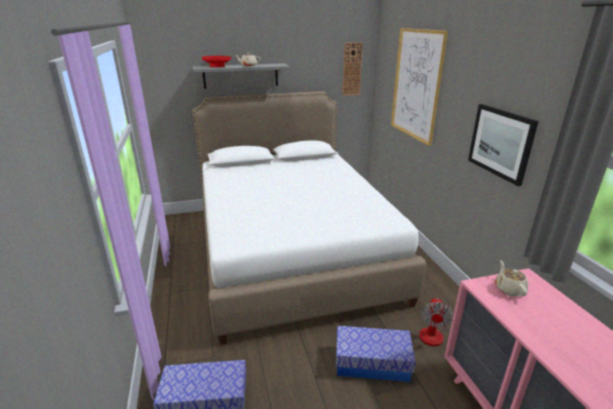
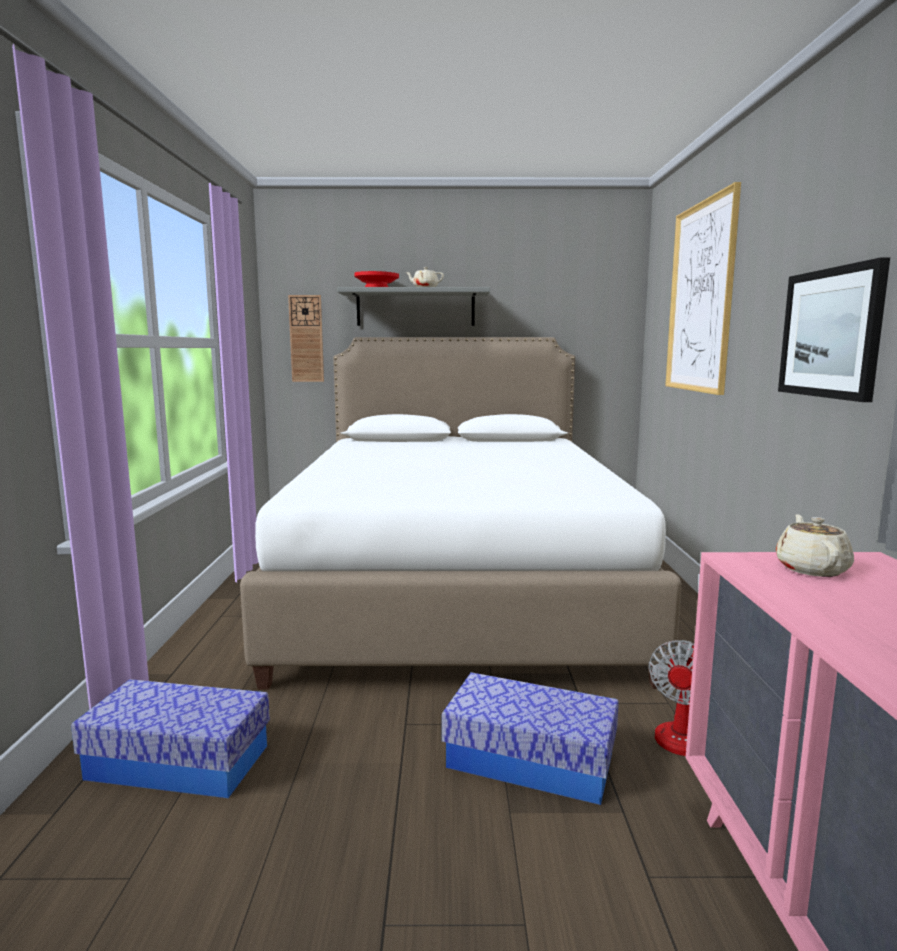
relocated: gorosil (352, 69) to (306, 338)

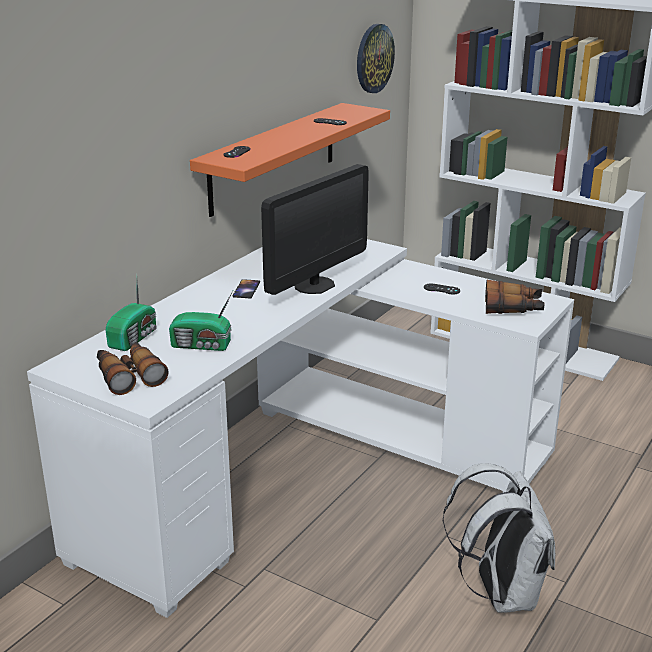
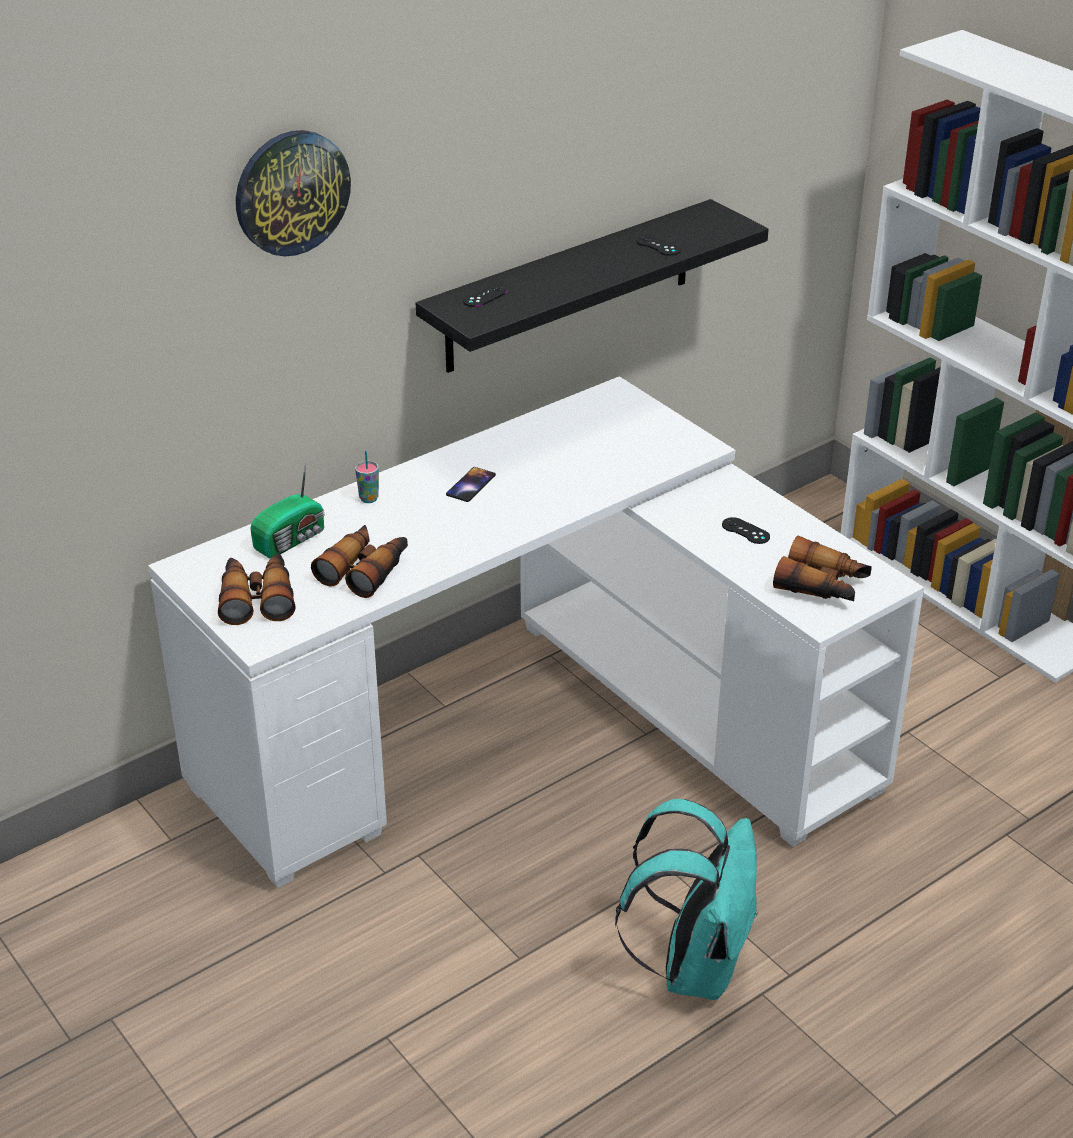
missing: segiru (314, 285)
appeared: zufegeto (369, 499)
relocated: gorosil (374, 58) to (291, 192)
exchanged: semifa (202, 346) to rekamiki (365, 569)
colour: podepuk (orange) (274, 157) to podepuk (black) (570, 287); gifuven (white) (500, 592) to gifuven (turquoise) (694, 965)

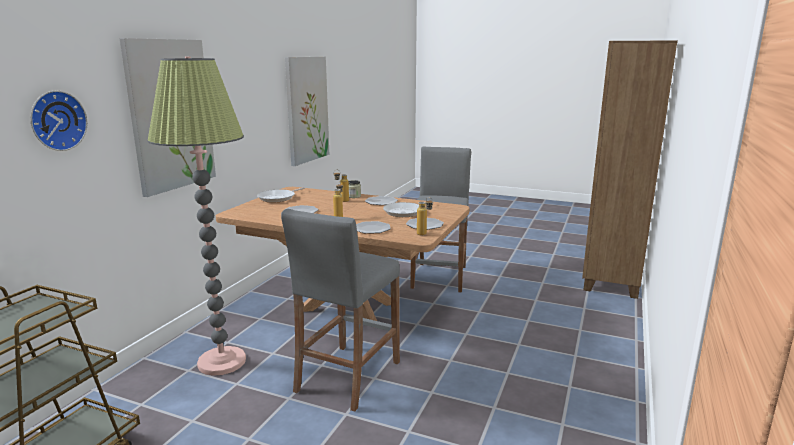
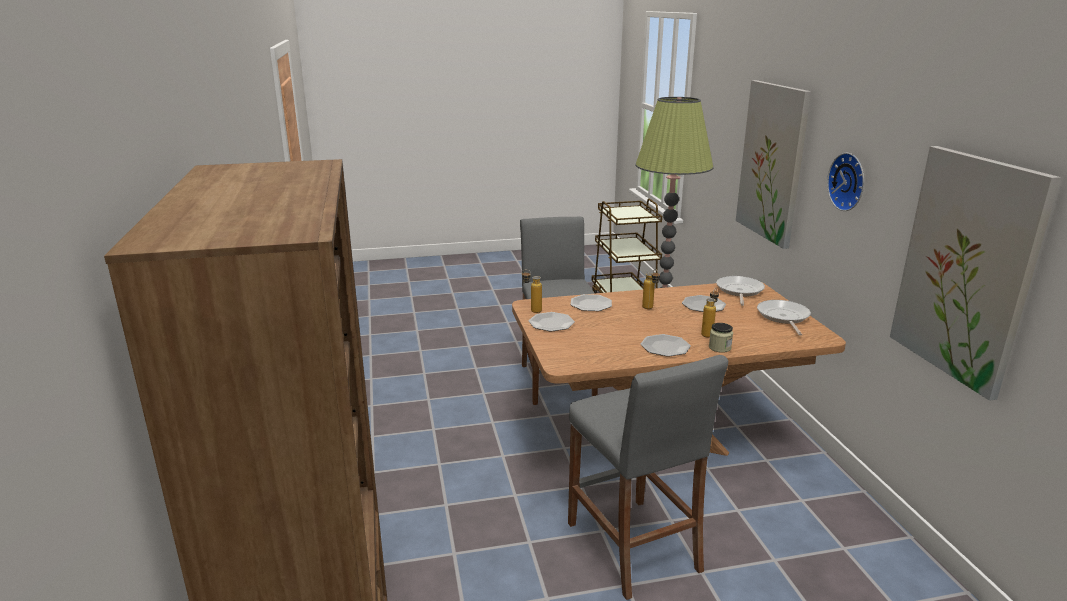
relocated: gorosil (56, 120) to (849, 181); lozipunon (405, 212) to (739, 291)

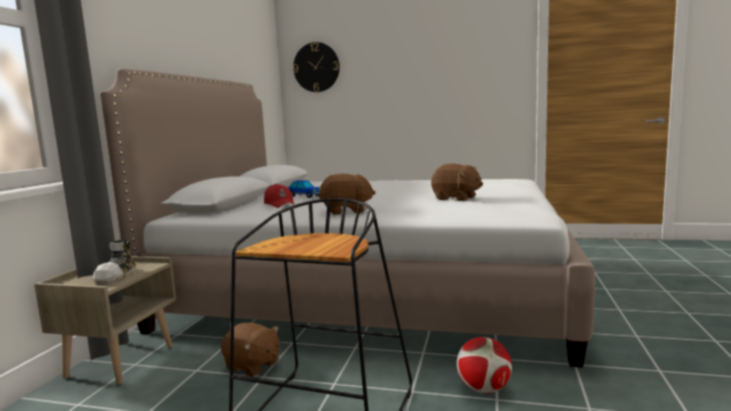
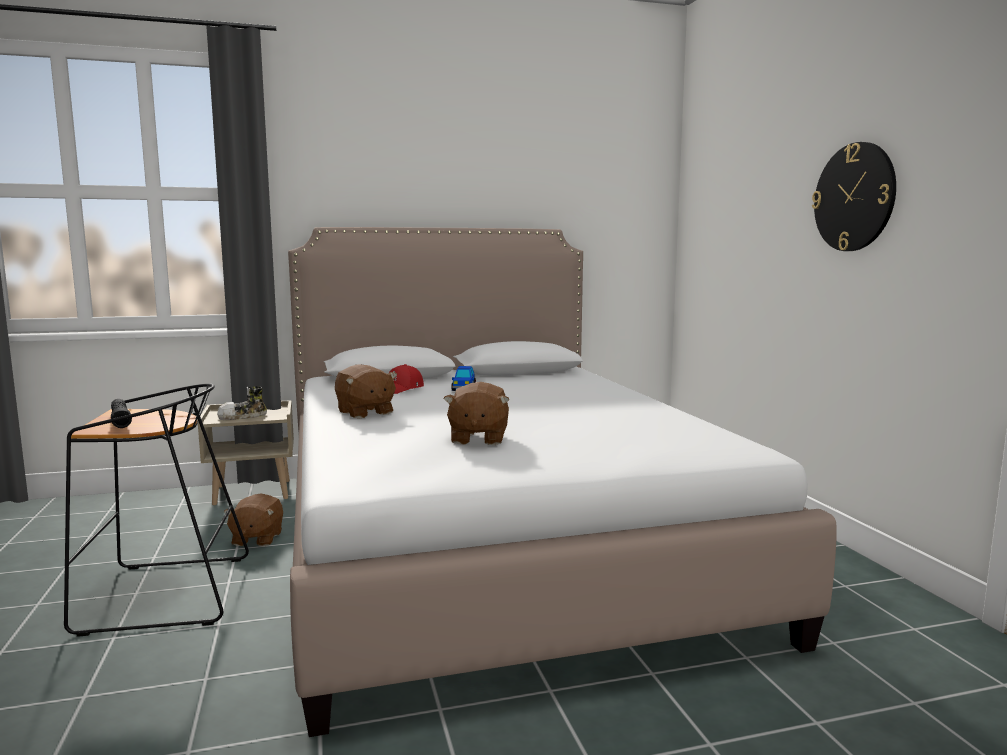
missing: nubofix (484, 389)
appeared: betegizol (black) (120, 420)
relocated: gorosil (316, 67) to (854, 197)

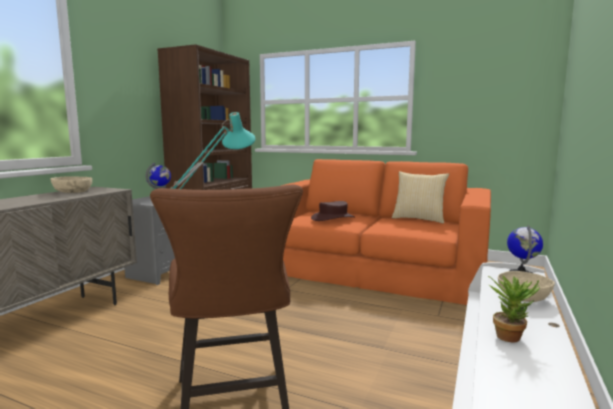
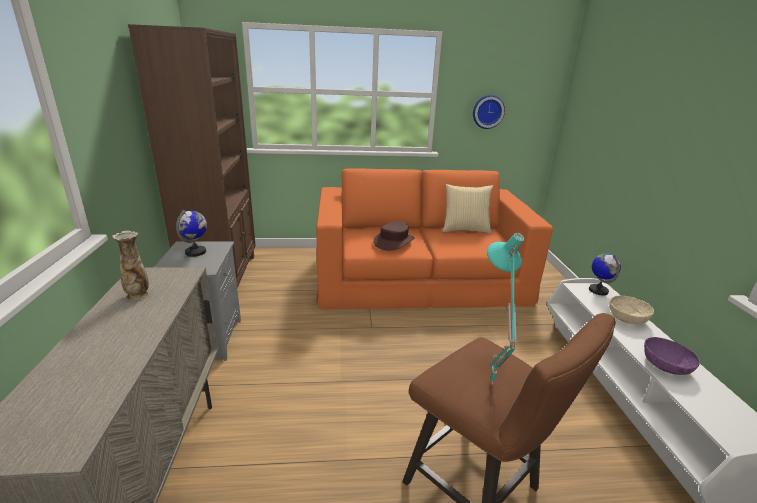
appeared: gorosil (487, 111)
exchanged: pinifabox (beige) (73, 192) to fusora (138, 295); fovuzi (510, 335) to pinifabox (purple) (666, 366)

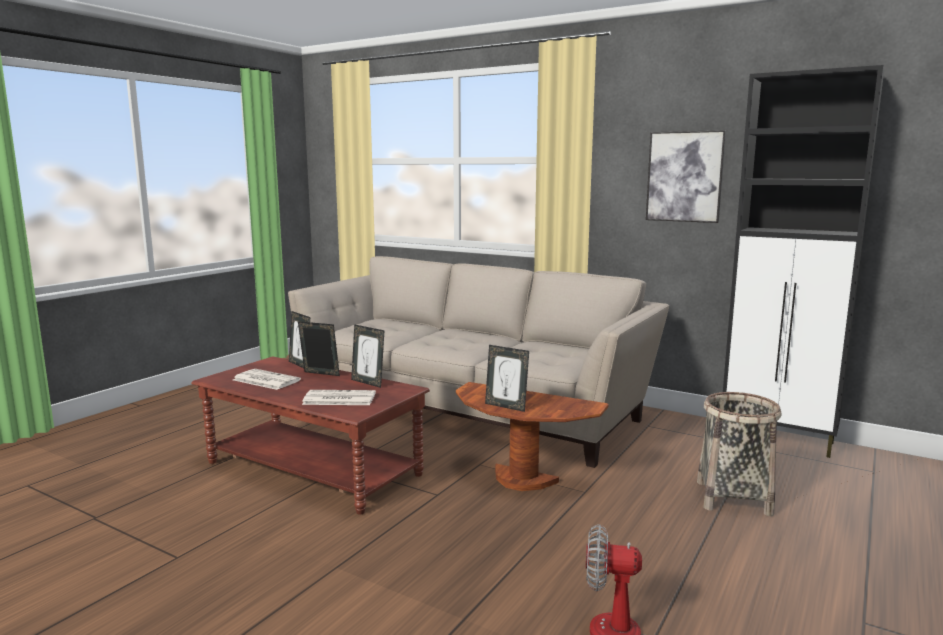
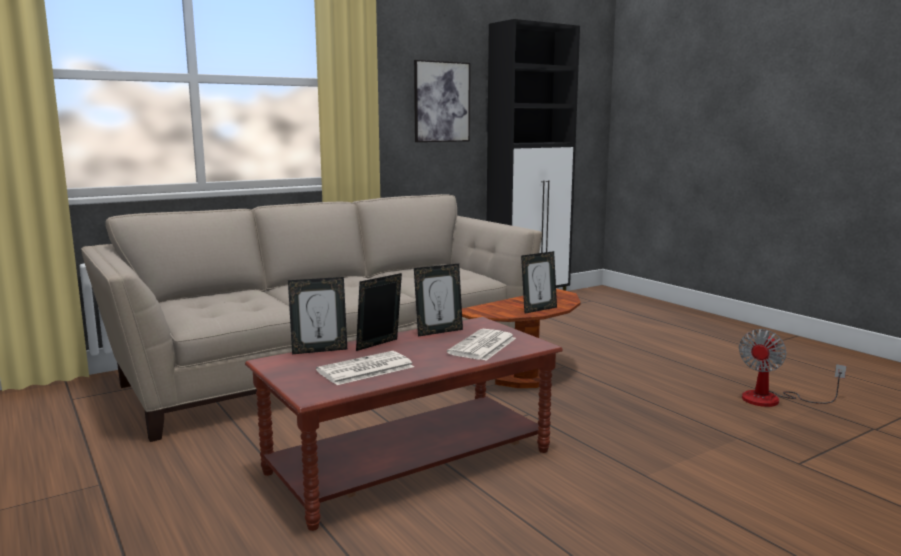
missing: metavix (733, 498)

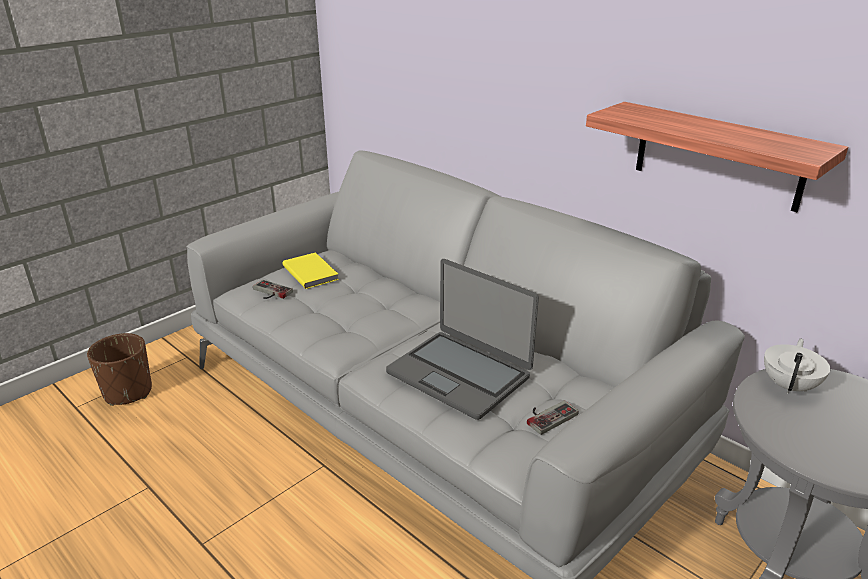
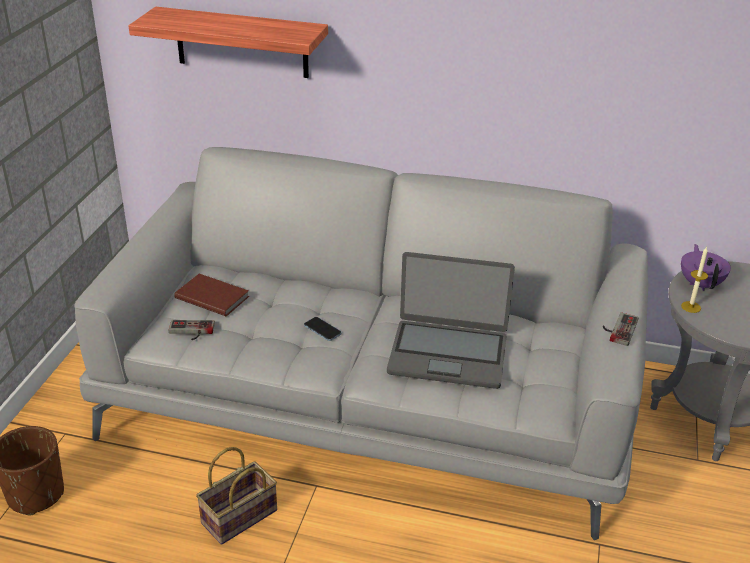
appeared: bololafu (691, 307); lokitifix (322, 330); metavix (238, 518)
relocated: podepuk (718, 156) to (241, 42); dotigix (548, 415) to (618, 329)
colour: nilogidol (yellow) (311, 272) to nilogidol (brown) (212, 296); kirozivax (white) (789, 386) to kirozivax (purple) (700, 284)

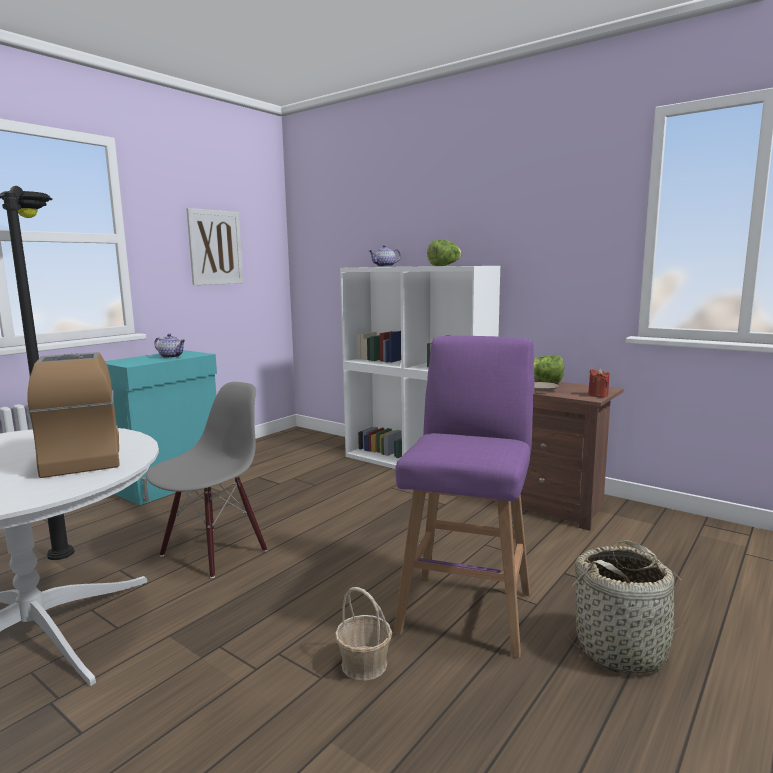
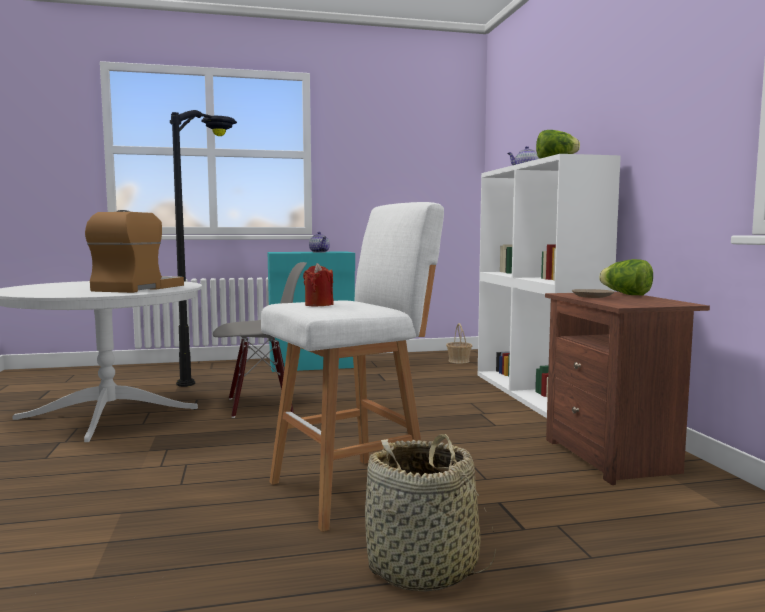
missing: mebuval (215, 247)
relocated: bololafu (red) (598, 395) to (319, 305); metavix (364, 665) to (458, 361)
colour: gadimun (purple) (467, 609) to gadimun (white) (352, 490)

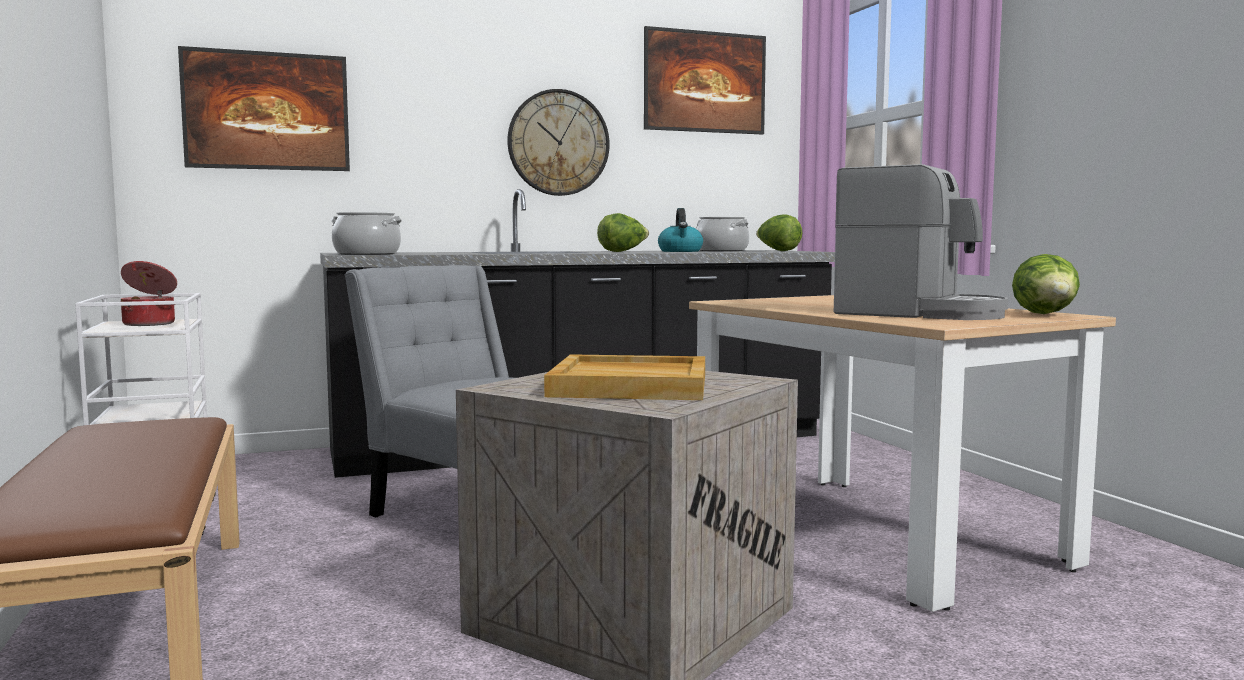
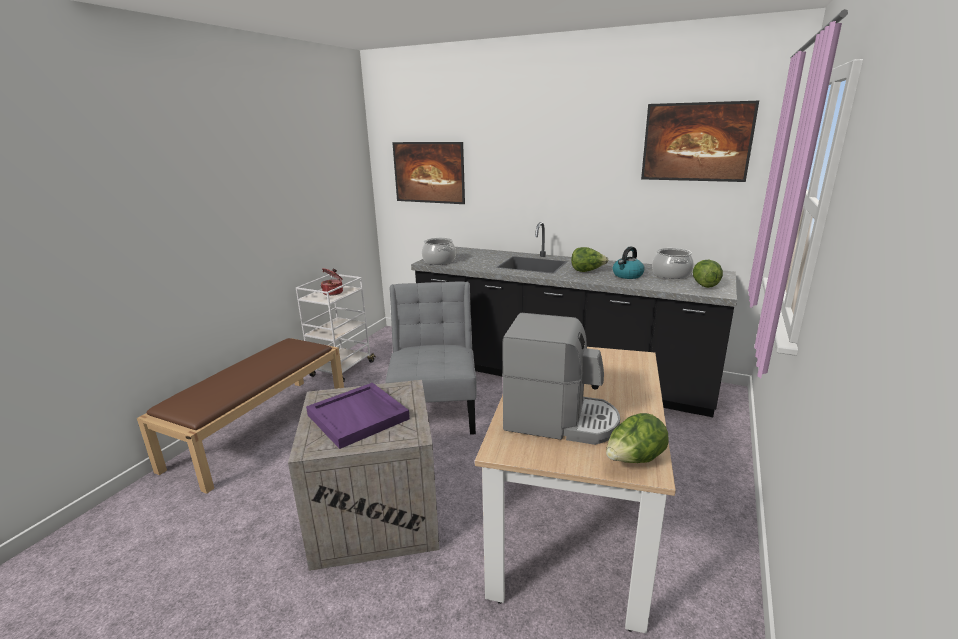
missing: gorosil (558, 143)
colour: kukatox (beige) (632, 385) to kukatox (purple) (359, 417)
spun: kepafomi (919, 314) = (560, 421) 60 degrees counterclockwise

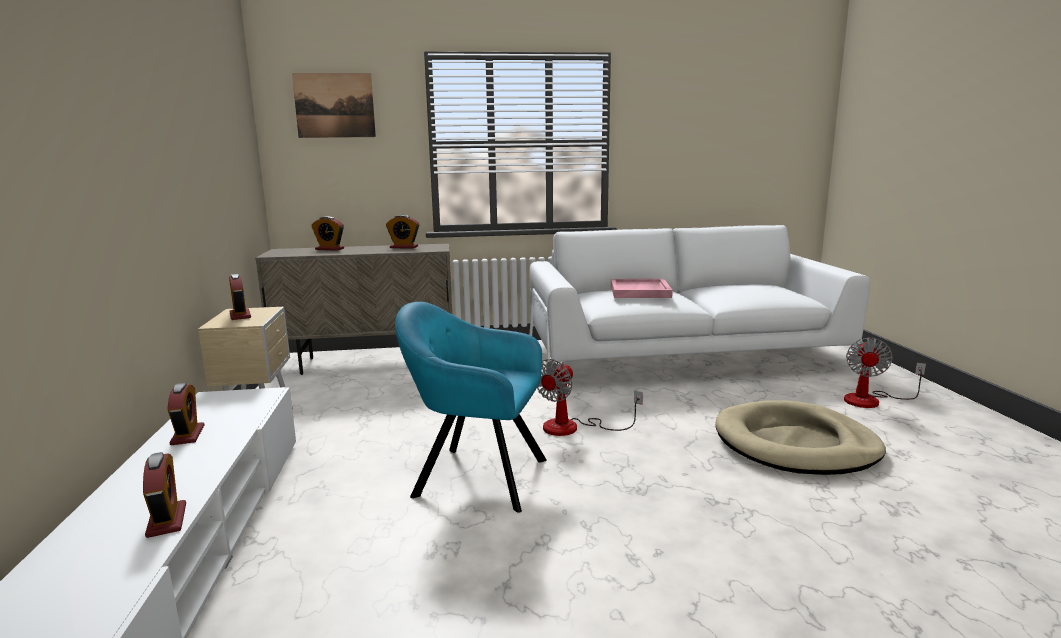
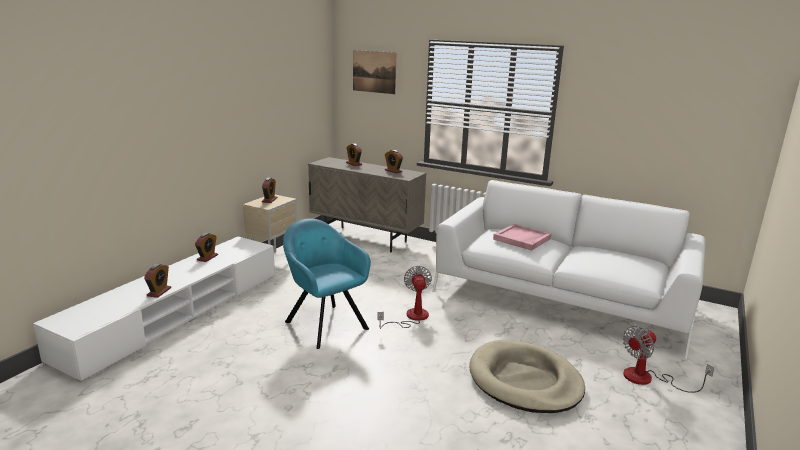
spun: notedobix (573, 427) = (411, 317) 105 degrees clockwise

